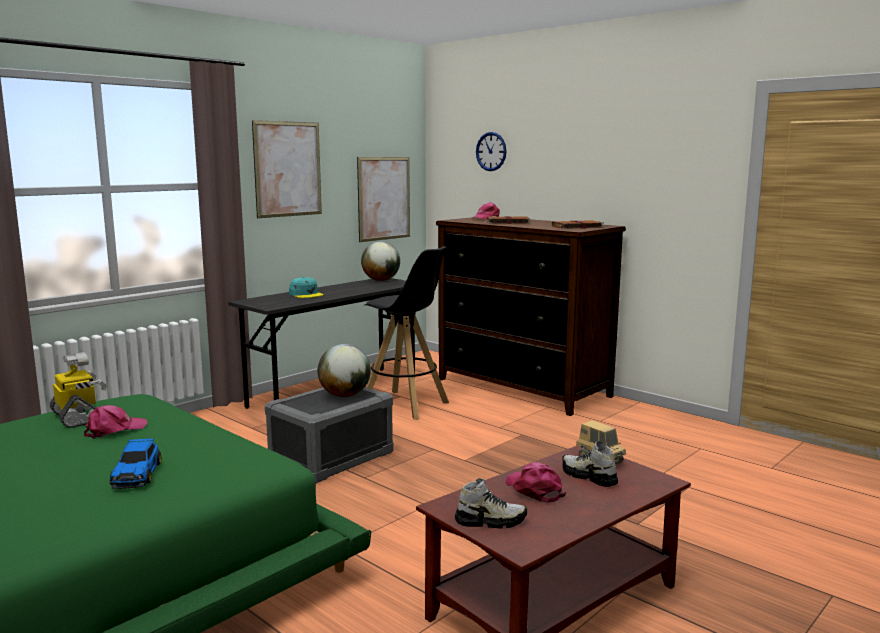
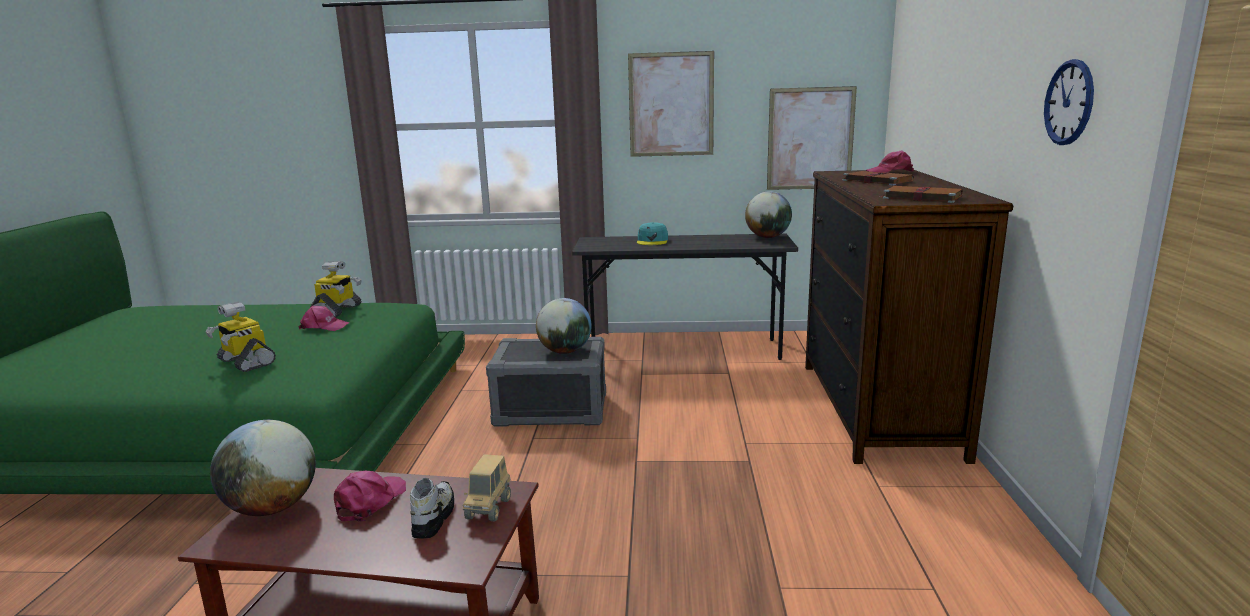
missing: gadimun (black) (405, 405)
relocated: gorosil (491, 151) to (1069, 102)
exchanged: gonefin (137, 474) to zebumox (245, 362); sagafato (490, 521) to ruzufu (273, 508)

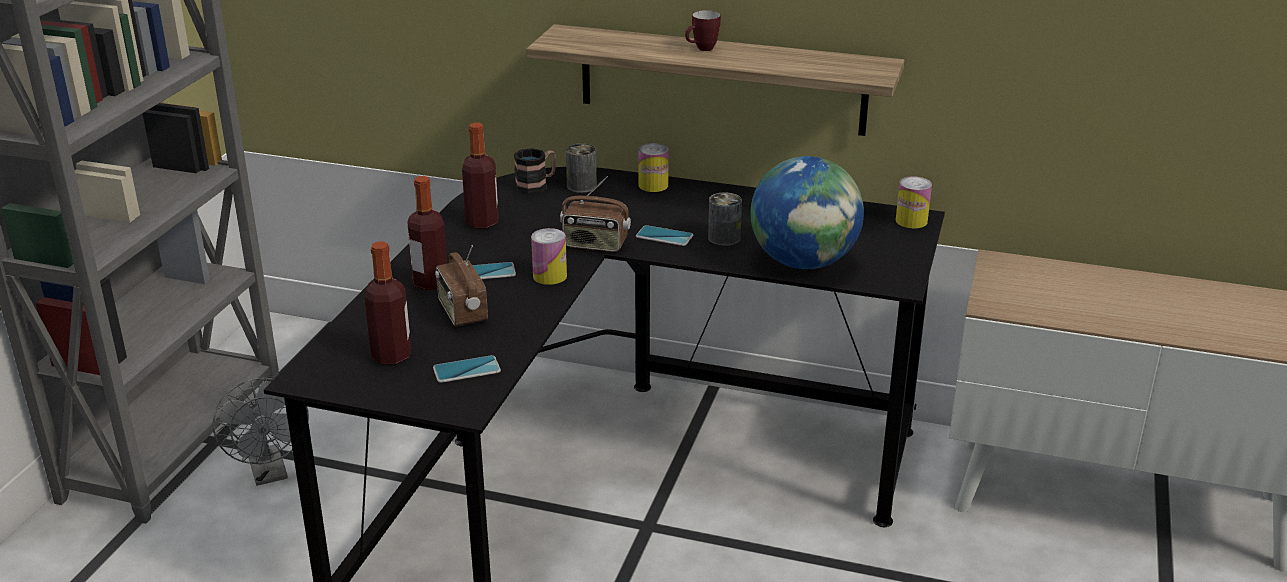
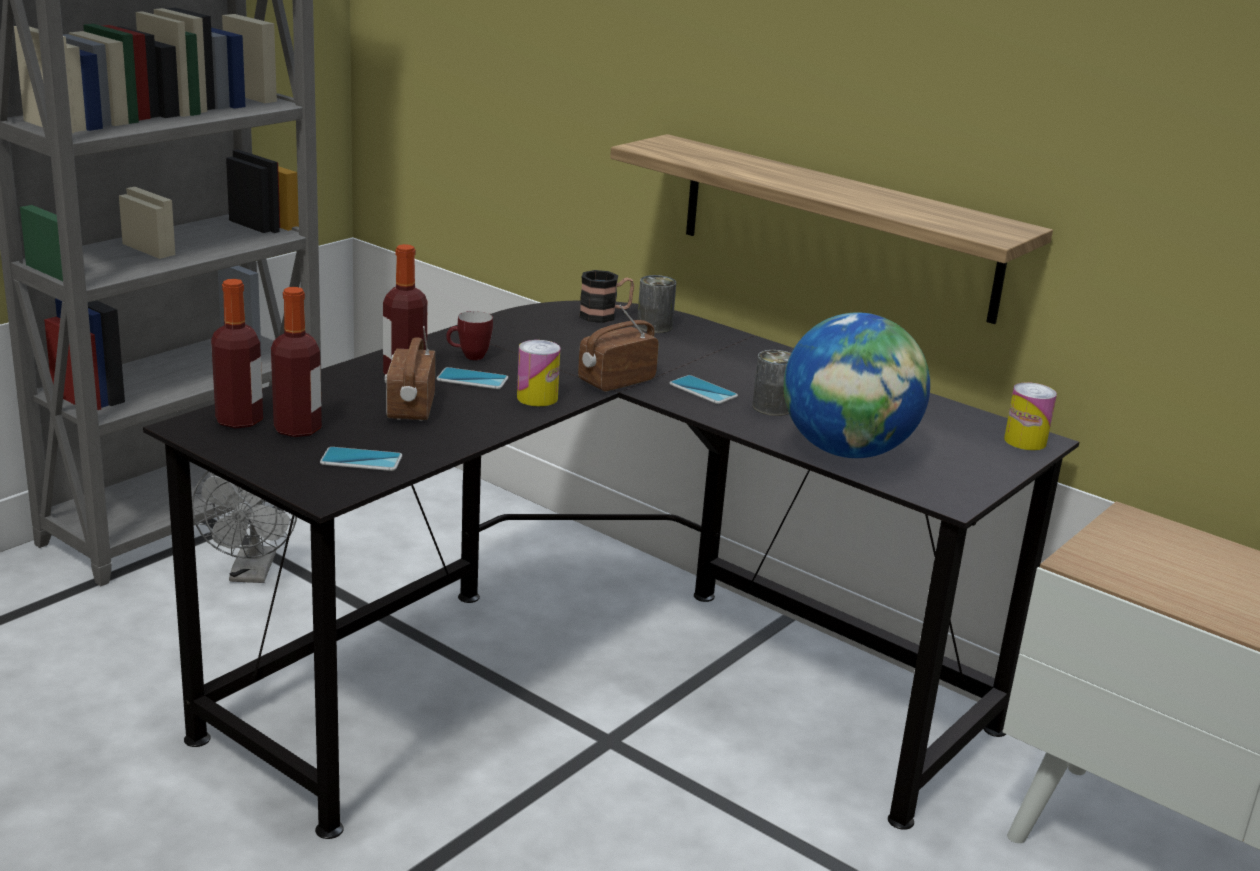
missing: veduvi (653, 185)
relocated: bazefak (702, 49) to (469, 357); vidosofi (482, 222) to (239, 420)
spun: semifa (595, 245) = (615, 381) 105 degrees clockwise

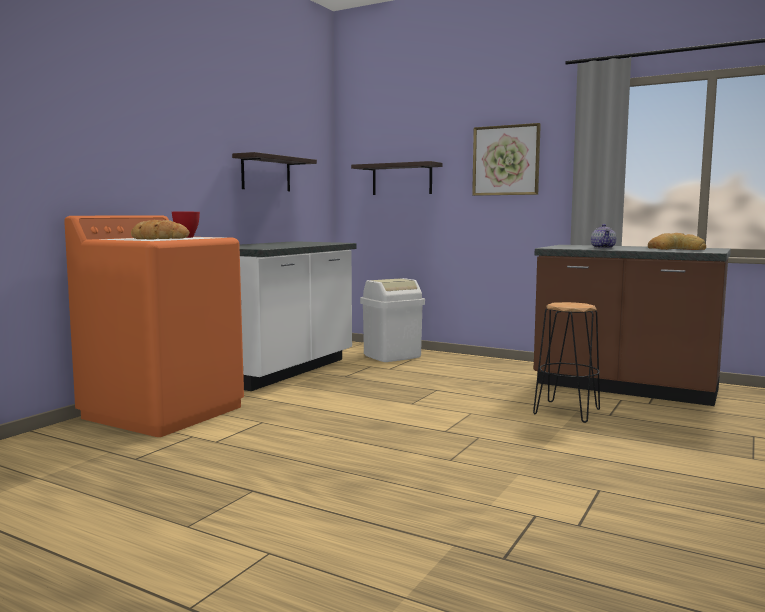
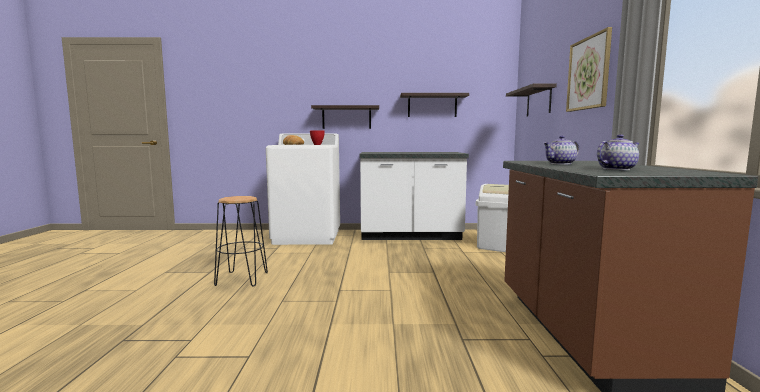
appeared: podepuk (346, 117)
relocated: gadimun (black) (567, 412) to (242, 279)
exchanged: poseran (675, 249) to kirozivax (616, 169)
colour: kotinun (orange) (164, 412) to kotinun (white) (307, 236)

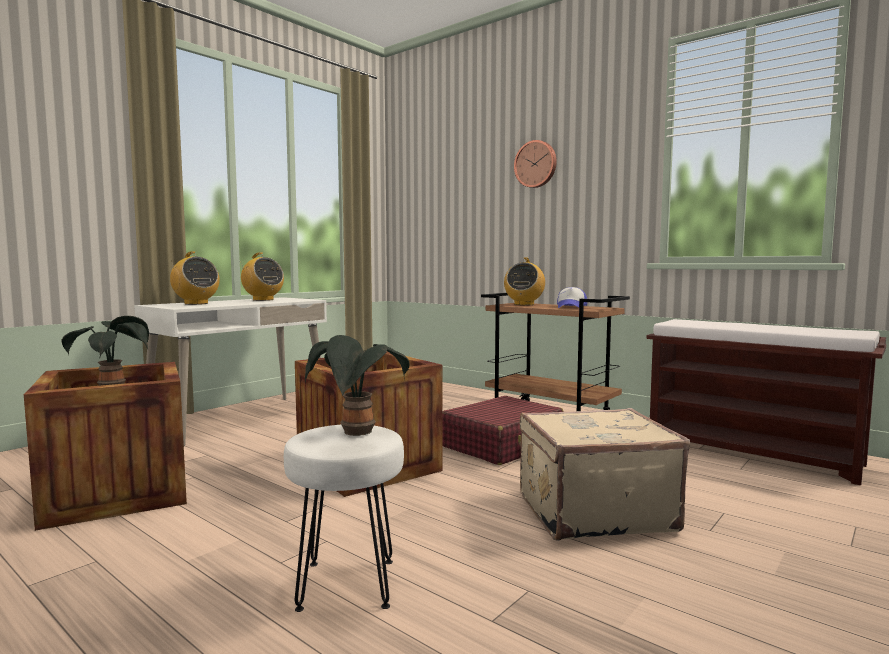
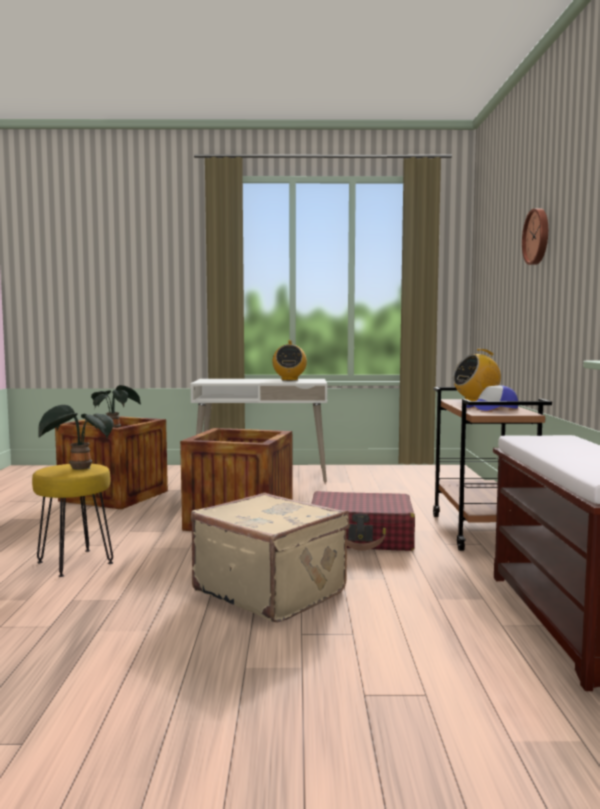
missing: semifa (196, 303)
colour: gadimun (white) (348, 584) to gadimun (yellow) (74, 563)

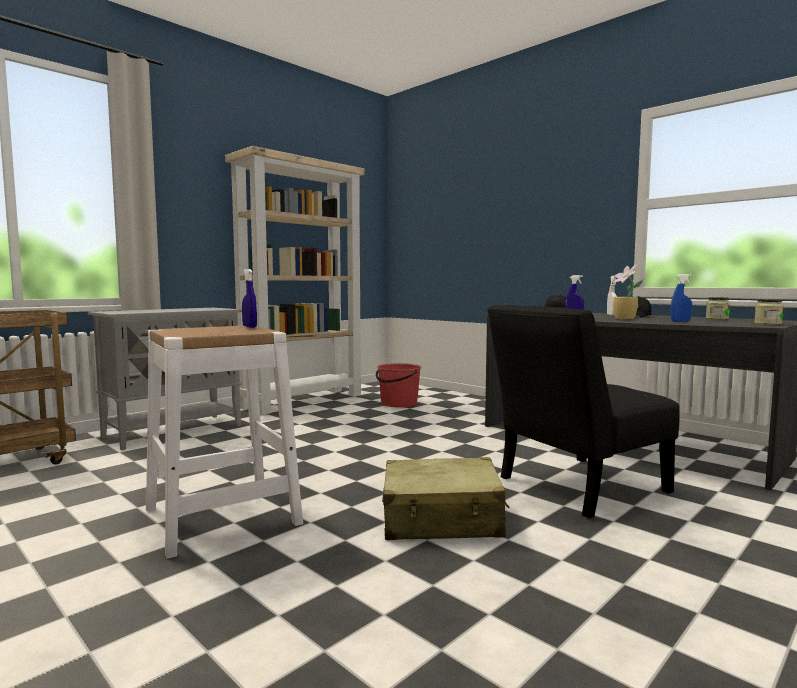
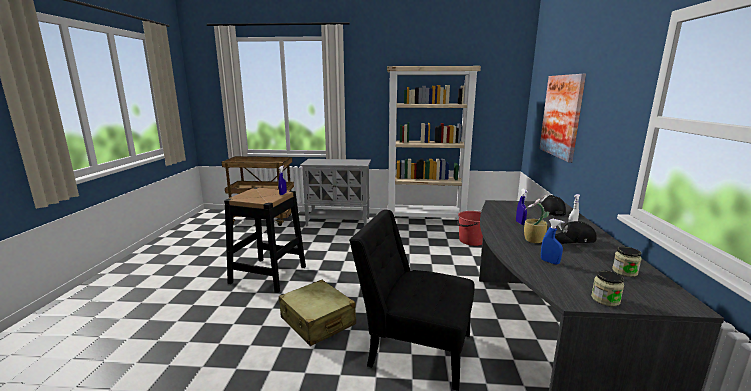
appeared: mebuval (561, 116)
colour: gadimun (white) (222, 516) to gadimun (black) (268, 274)

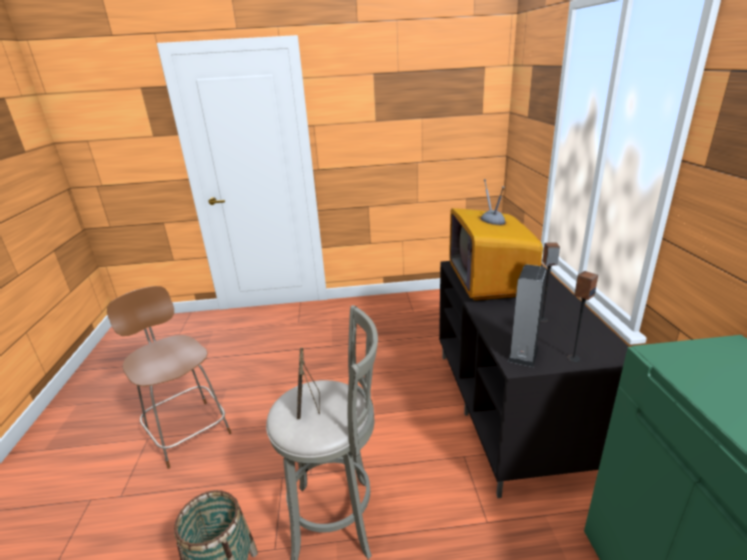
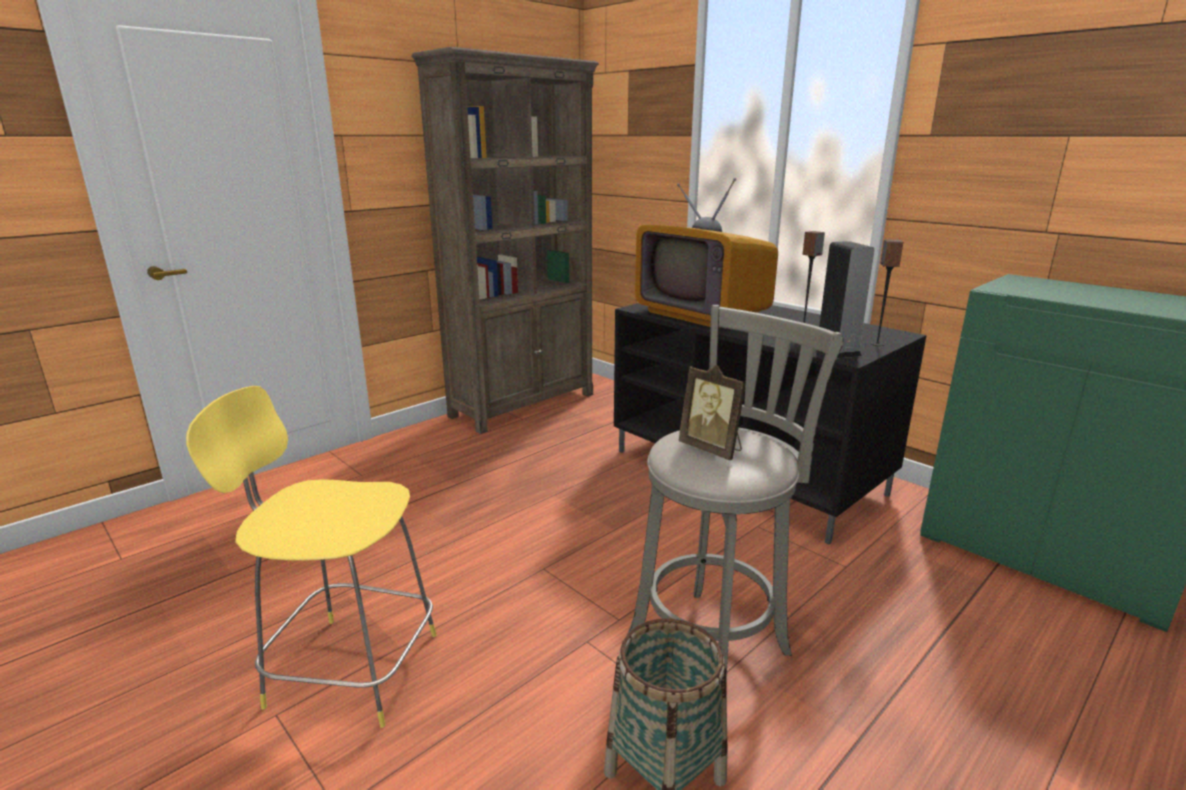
appeared: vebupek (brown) (524, 405)
colour: gadimun (brown) (187, 431) to gadimun (yellow) (348, 668)

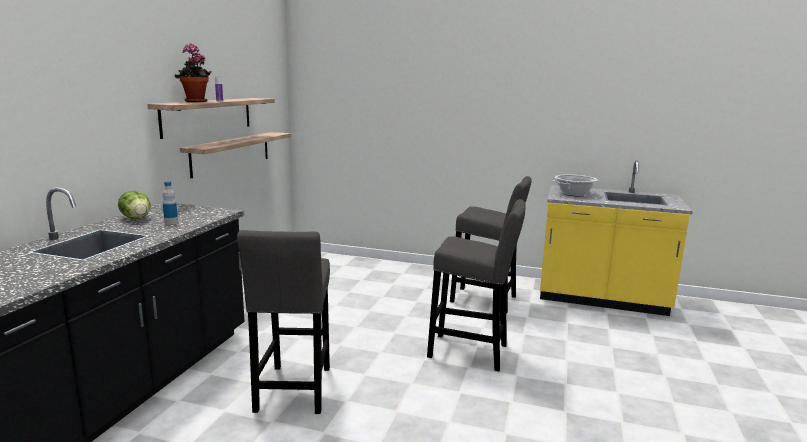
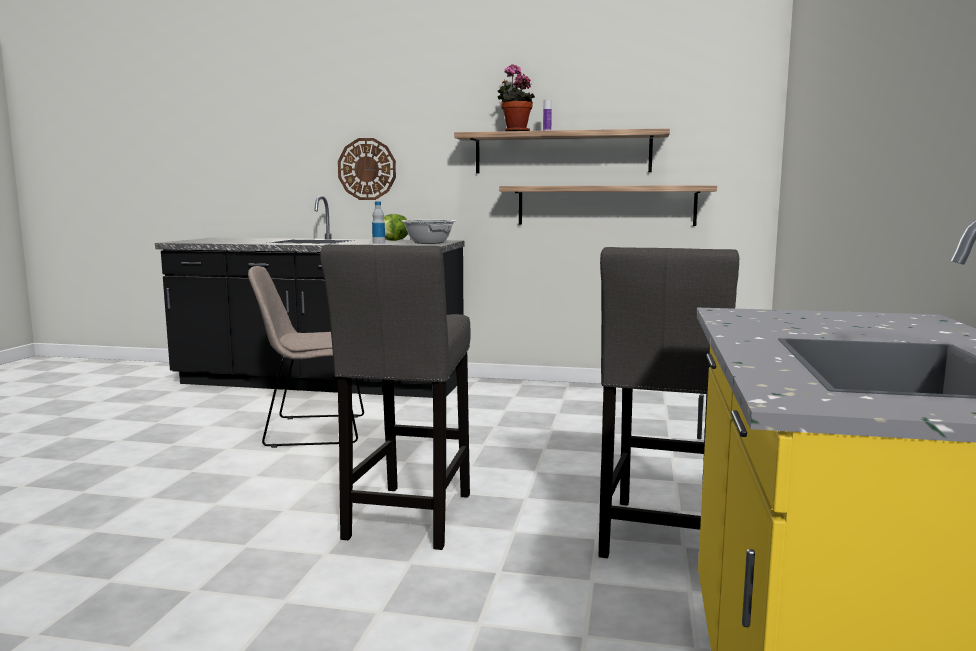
appeared: gorosil (367, 169)
relocated: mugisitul (574, 194) to (428, 242)
exchanged: gadimun (grey) (293, 392) to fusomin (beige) (311, 431)

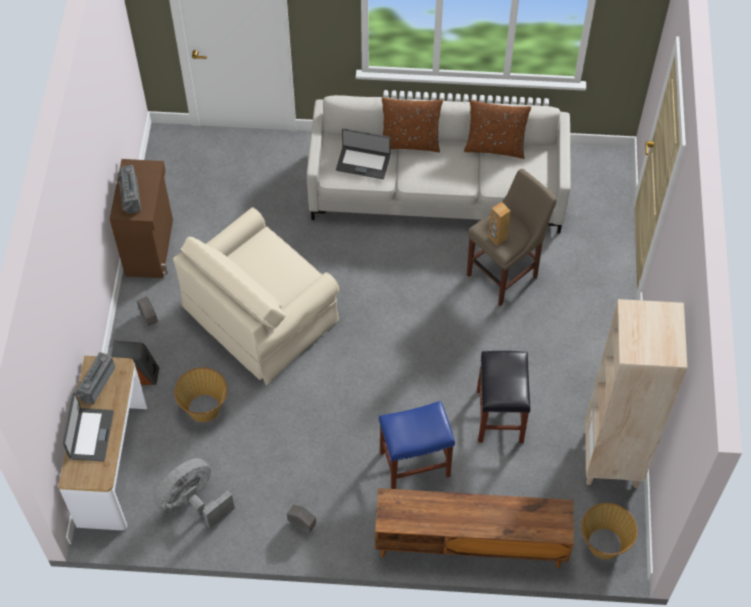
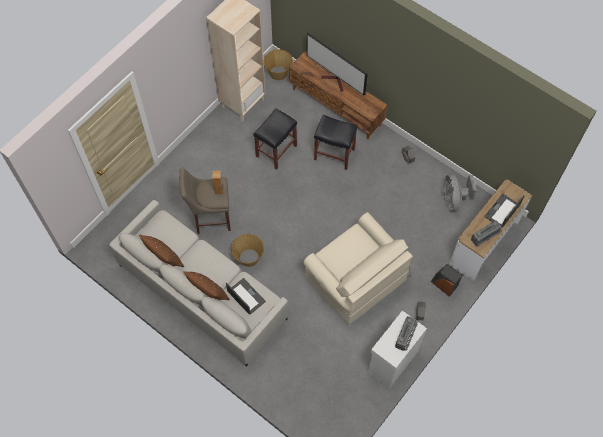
appeared: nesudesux (335, 81)
relocated: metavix (204, 407) to (248, 258)
colour: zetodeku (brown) (150, 247) to zetodeku (white) (392, 361); gadimun (blue) (414, 464) to gadimun (black) (335, 154)
spun: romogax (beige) (261, 314) = (356, 278) 60 degrees clockwise; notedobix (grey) (193, 503) = (453, 199) 90 degrees clockwise

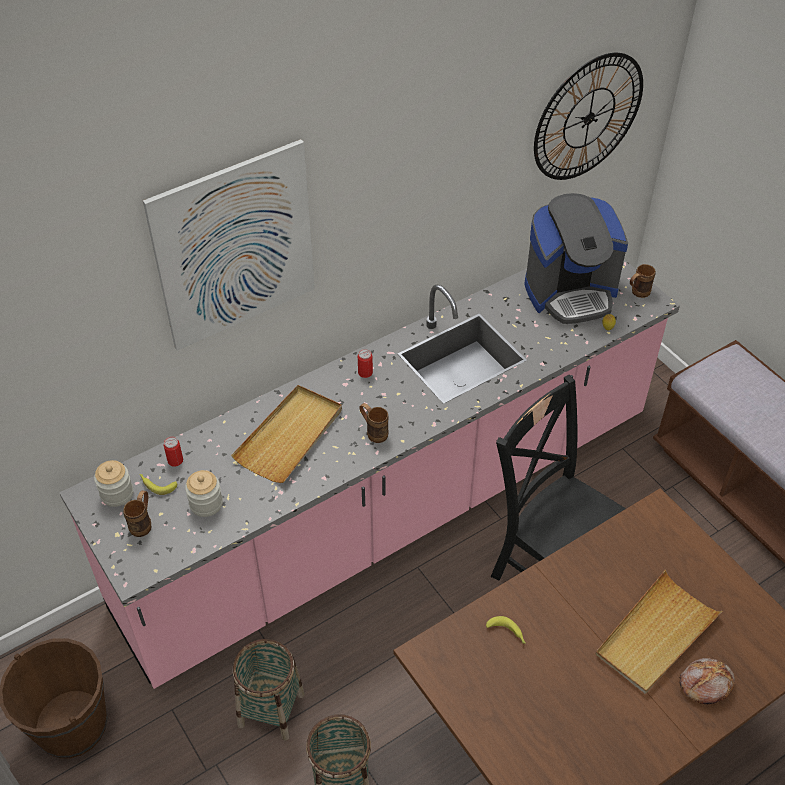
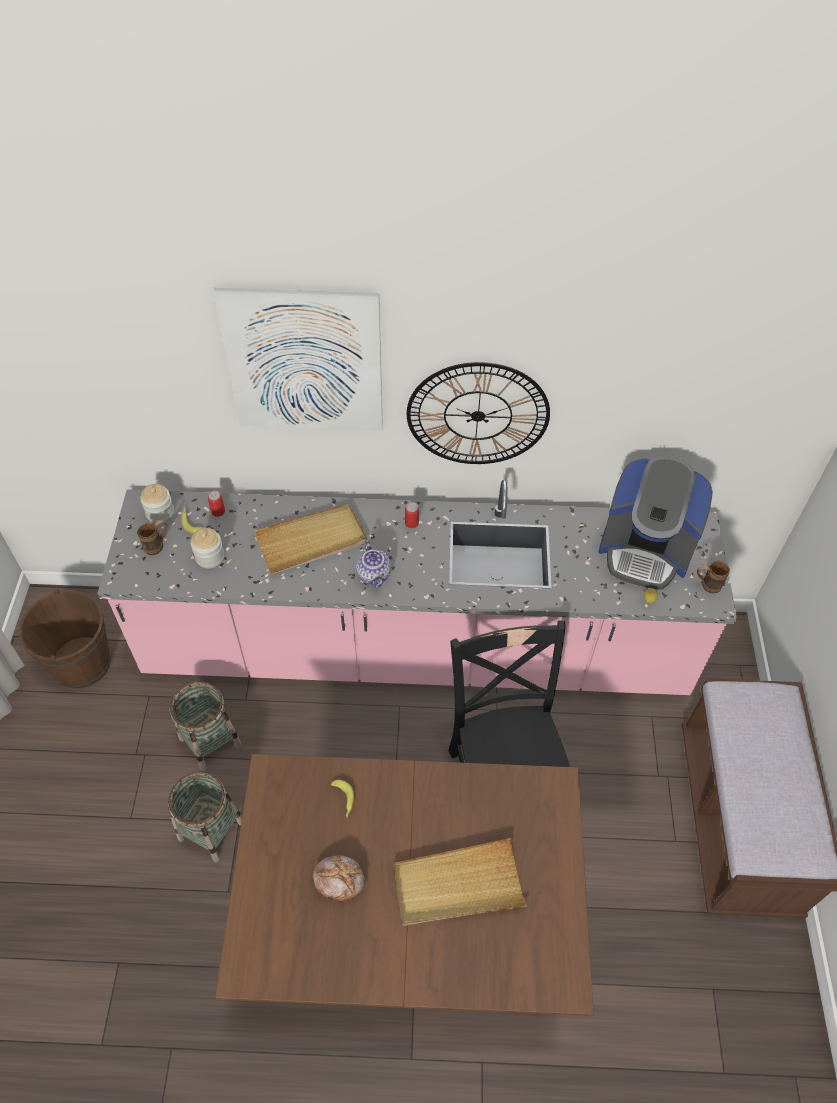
relocated: gorosil (588, 118) to (478, 415); poseran (704, 683) to (339, 879)
exchanged: bazefak (brown) (373, 432) to kirozivax (374, 575)

